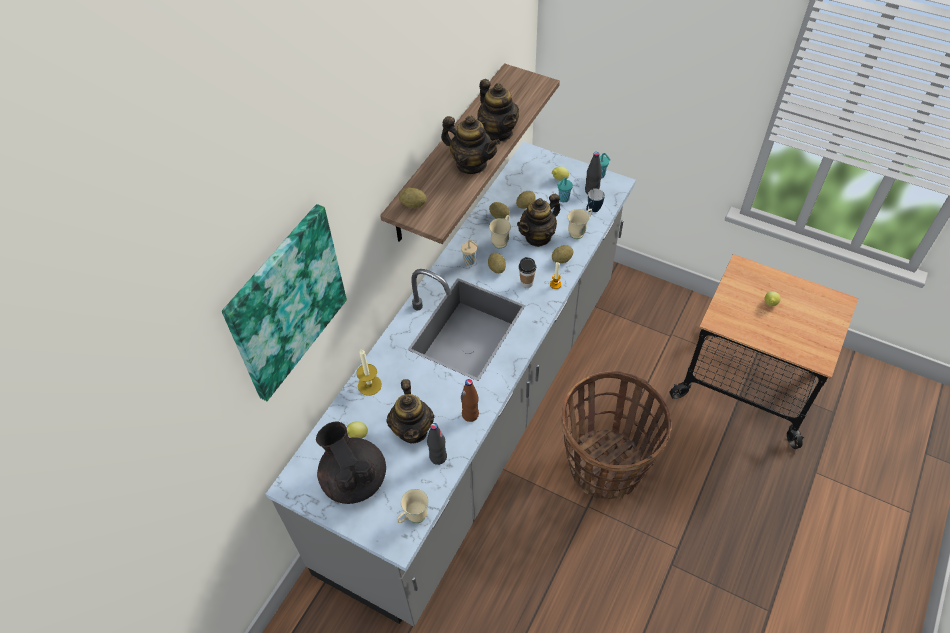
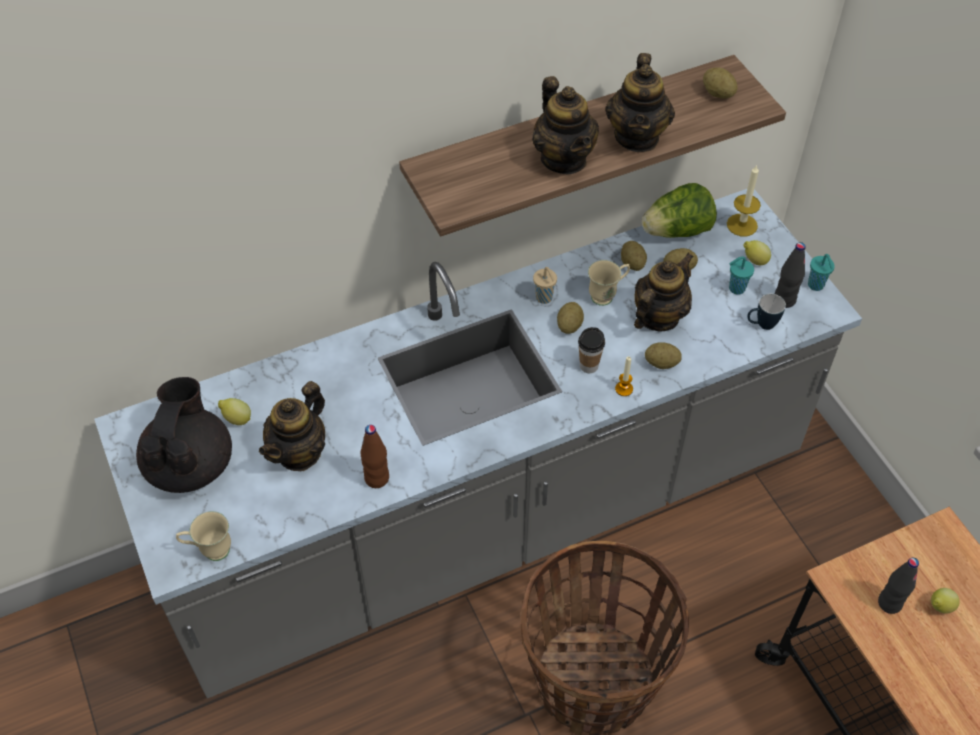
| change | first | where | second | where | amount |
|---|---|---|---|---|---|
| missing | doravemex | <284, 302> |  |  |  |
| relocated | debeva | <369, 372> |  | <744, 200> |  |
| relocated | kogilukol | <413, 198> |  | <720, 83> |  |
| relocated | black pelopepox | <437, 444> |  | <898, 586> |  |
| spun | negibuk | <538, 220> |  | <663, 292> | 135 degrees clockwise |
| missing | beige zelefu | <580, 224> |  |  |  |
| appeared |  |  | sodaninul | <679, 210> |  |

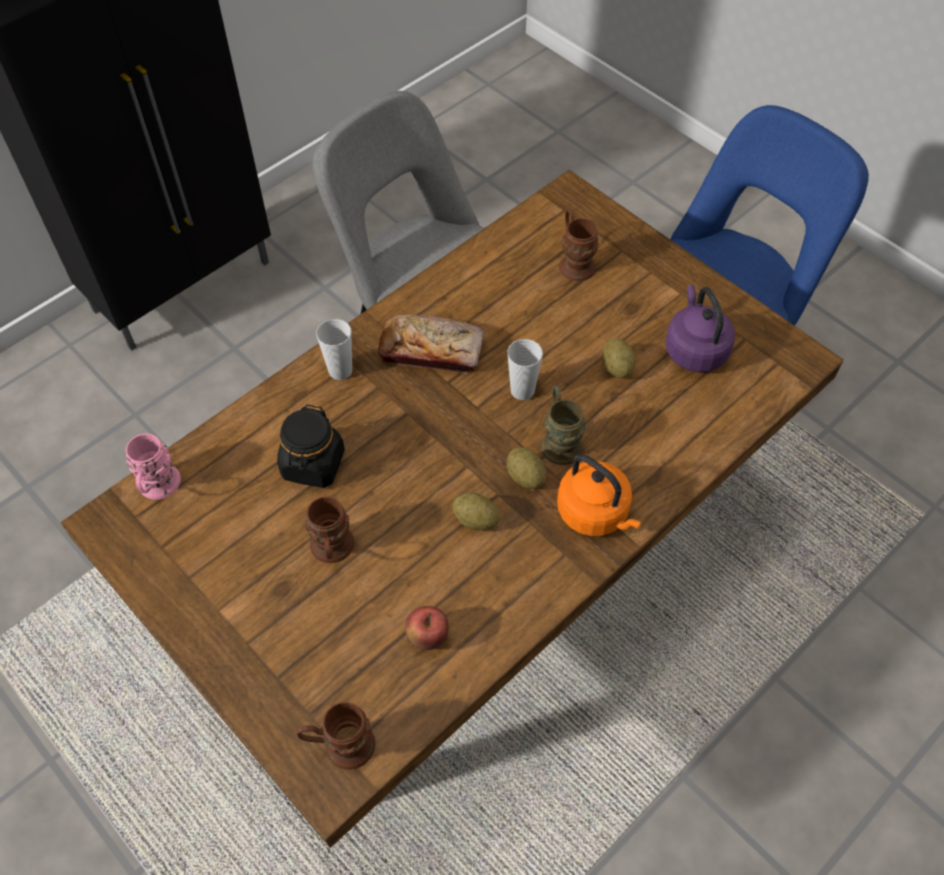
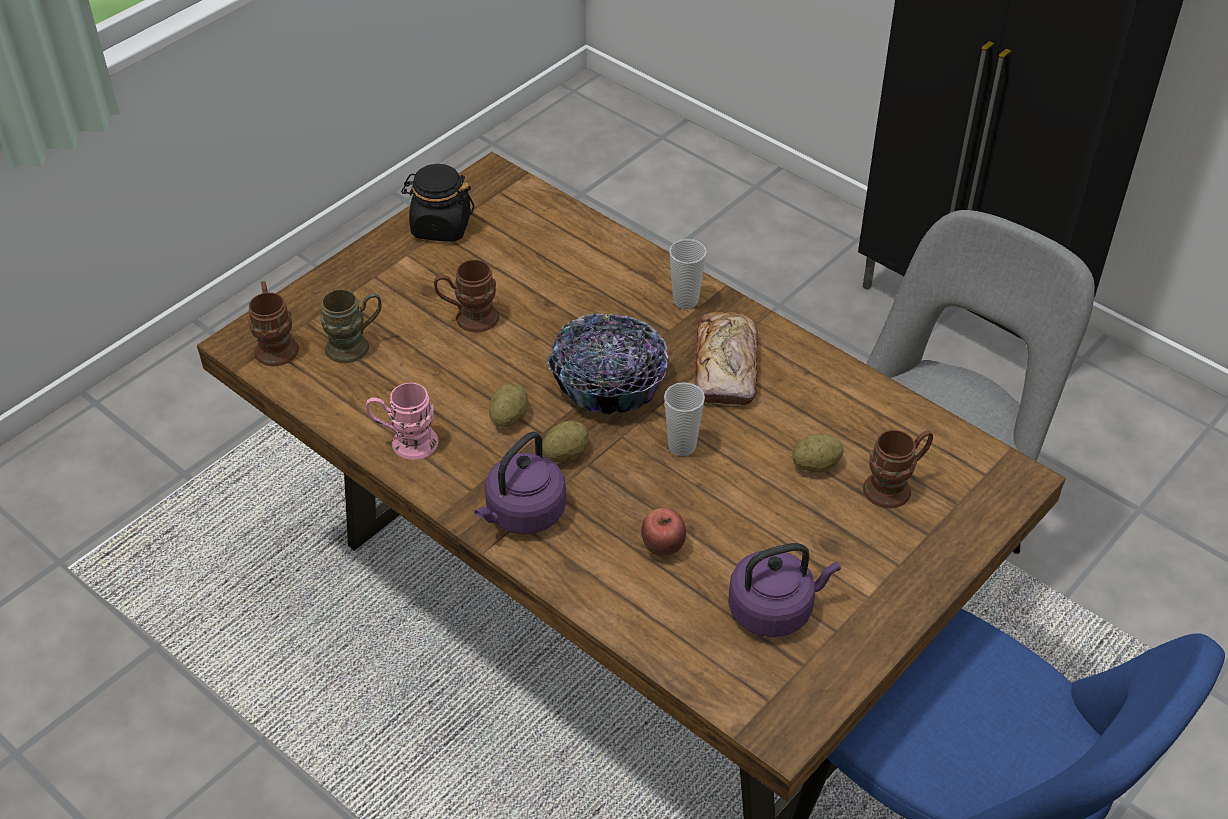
| change | first | where | second | where | amount |
|---|---|---|---|---|---|
| relocated | pink zelefu | <153, 466> |  | <402, 421> |  |
| relocated | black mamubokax | <311, 446> |  | <438, 203> |  |
| relocated | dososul | <427, 628> |  | <663, 532> |  |
| relocated | brown zelefu | <563, 425> |  | <350, 326> |  |
| colour | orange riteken | <599, 495> | purple riteken | <520, 482> |  |
| relocated | kogilukol | <619, 358> |  | <818, 453> |  |
| appeared |  |  | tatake | <607, 364> |  |

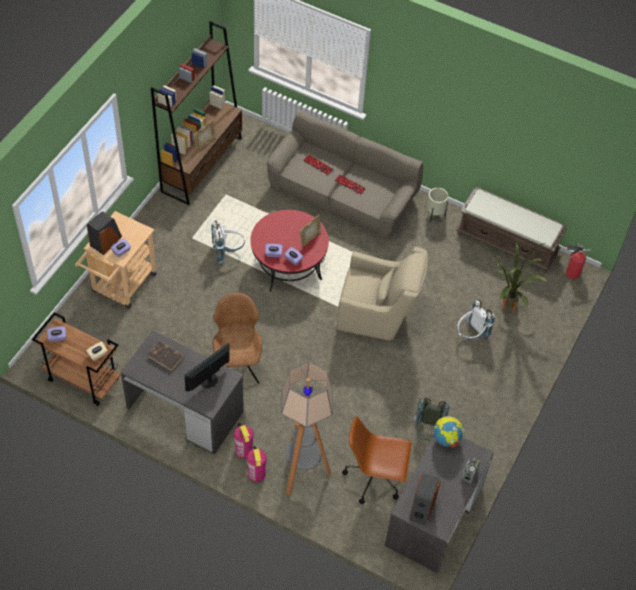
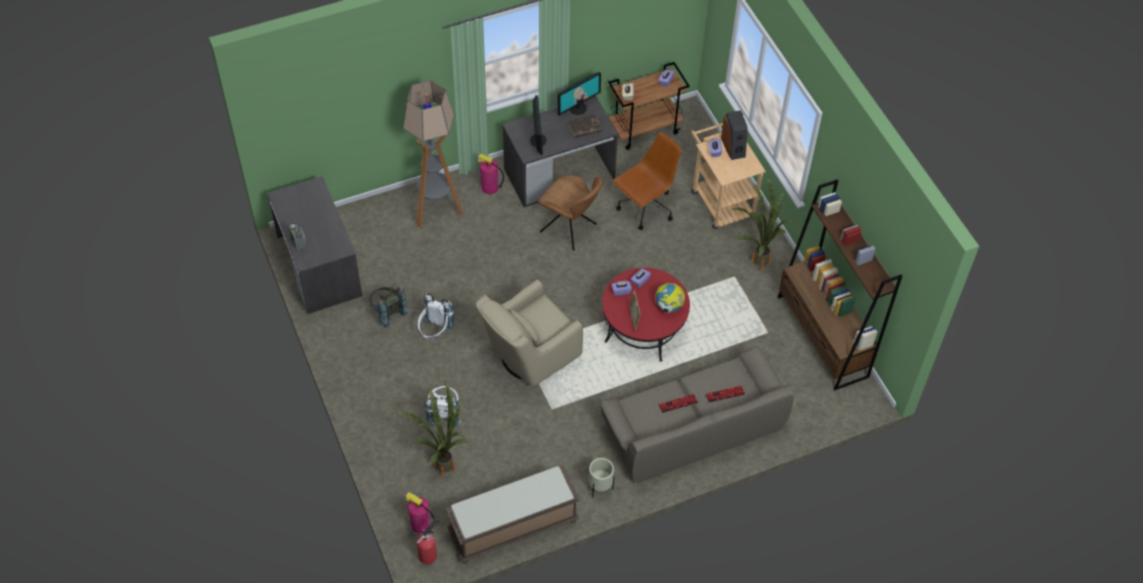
| change | first | where | second | where | amount |
|---|---|---|---|---|---|
| missing | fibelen | <204, 136> |  |  |  |
| relocated | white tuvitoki | <228, 242> |  | <435, 316> |  |
| relocated | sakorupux | <257, 464> |  | <419, 512> |  |
| relocated | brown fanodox | <377, 460> |  | <647, 181> |  |
| missing | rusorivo | <425, 499> |  |  |  |
| relocated | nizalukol | <449, 431> |  | <670, 298> |  |
| appeared |  |  | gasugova | <579, 93> |  |
| appeared |  |  | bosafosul | <763, 223> |  |

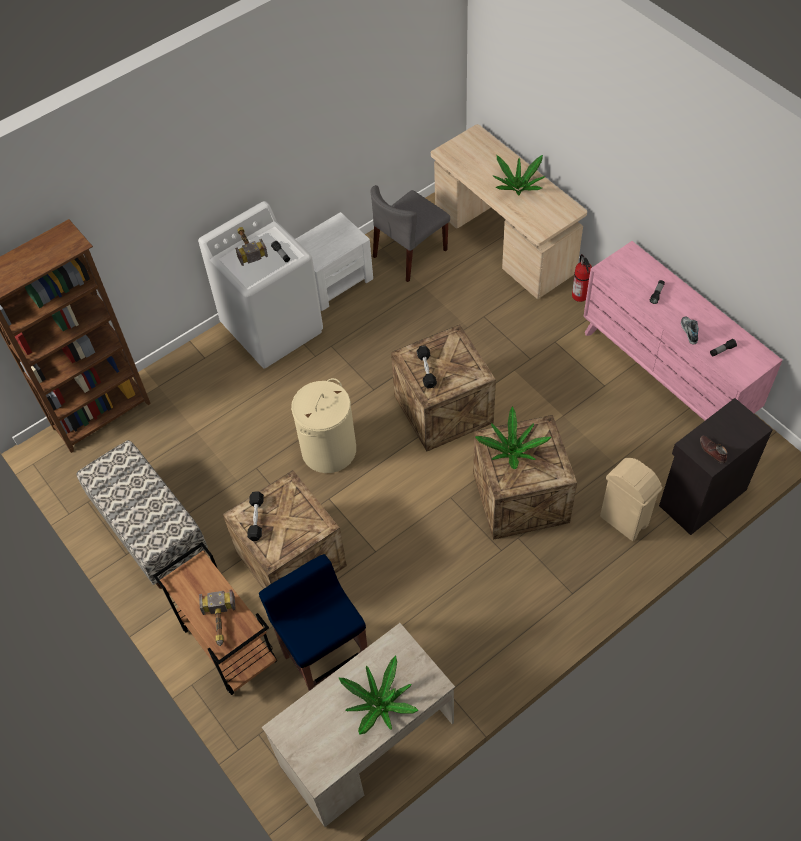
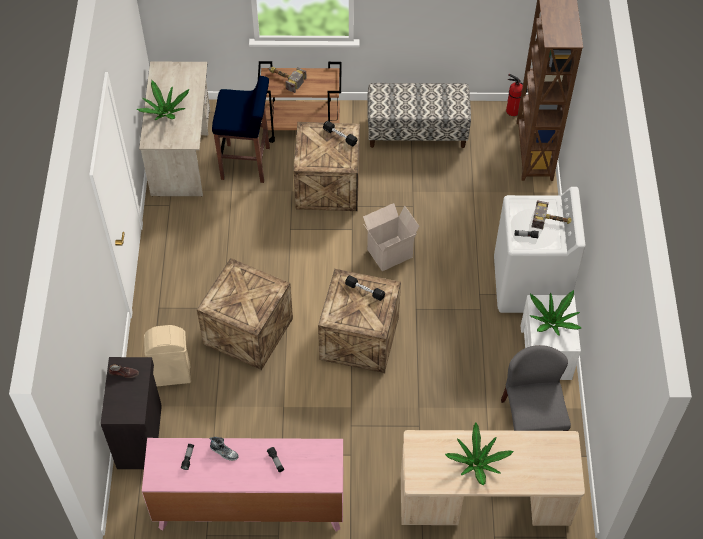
| change | first | where | second | where | amount |
|---|---|---|---|---|---|
| exchanged | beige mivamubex | <323, 425> | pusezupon | <391, 237> |  |
| relocated | bosafosul | <513, 437> |  | <555, 313> |  |
| relocated | sakorupux | <582, 278> |  | <517, 95> |  |

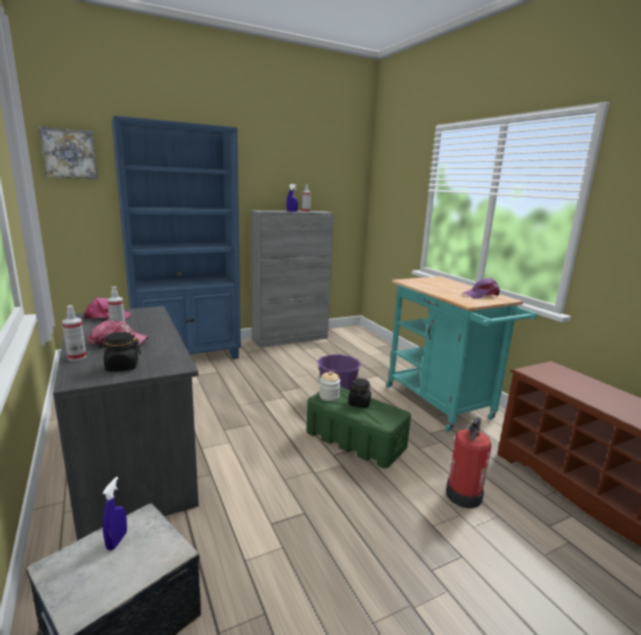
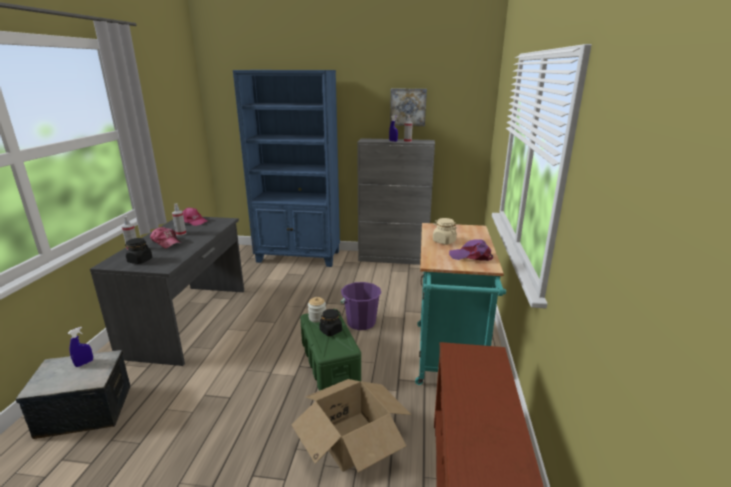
| change | first | where | second | where | amount |
|---|---|---|---|---|---|
| relocated | doravemex | <68, 153> |  | <408, 107> |  |
| exchanged | sakorupux | <469, 463> | pusezupon | <351, 426> |  |
| appeared |  |  | beige mamubokax | <445, 231> |  |

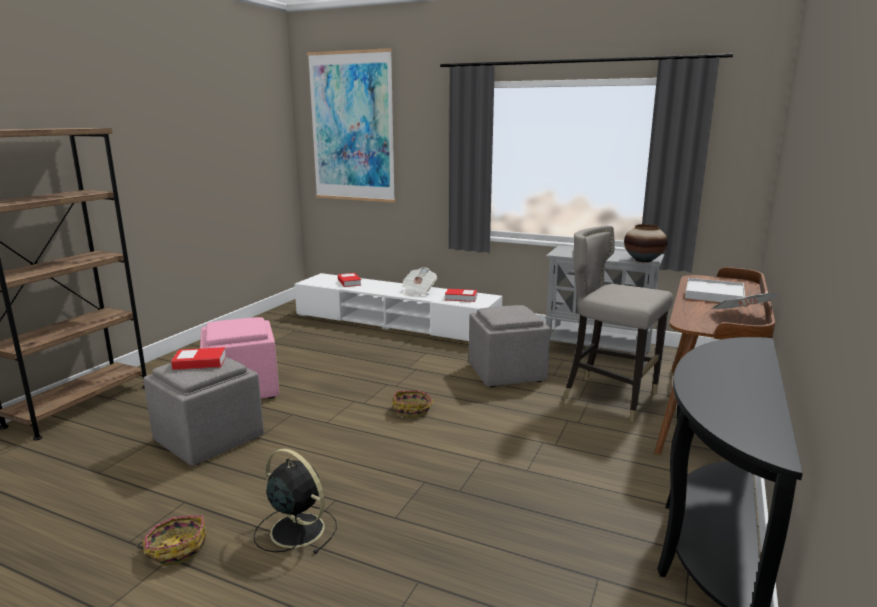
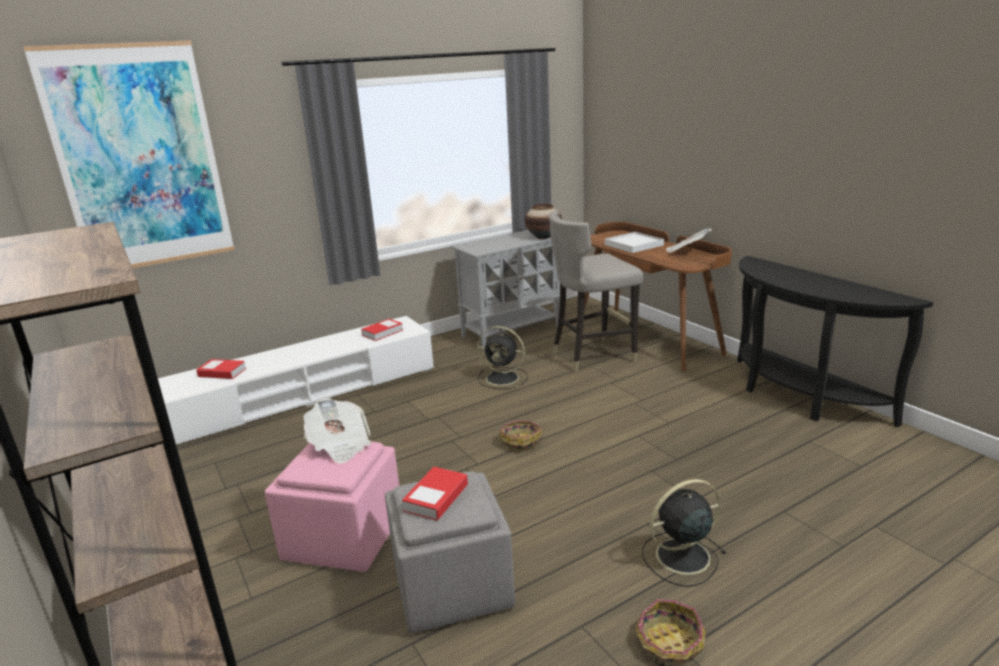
| change | first | where | second | where | amount |
|---|---|---|---|---|---|
| relocated | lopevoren | <419, 282> |  | <337, 431> |  |
| exchanged | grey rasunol | <509, 346> | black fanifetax | <502, 357> |  |

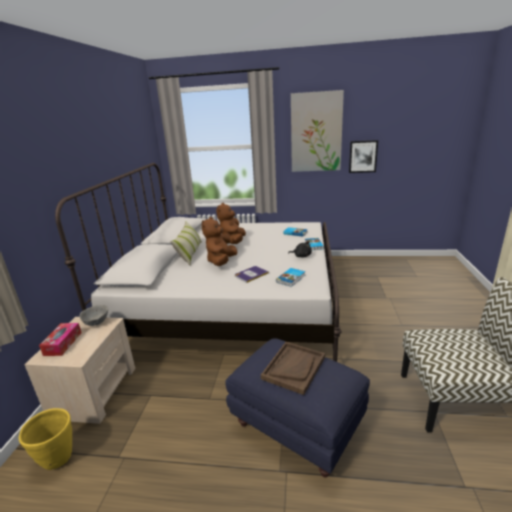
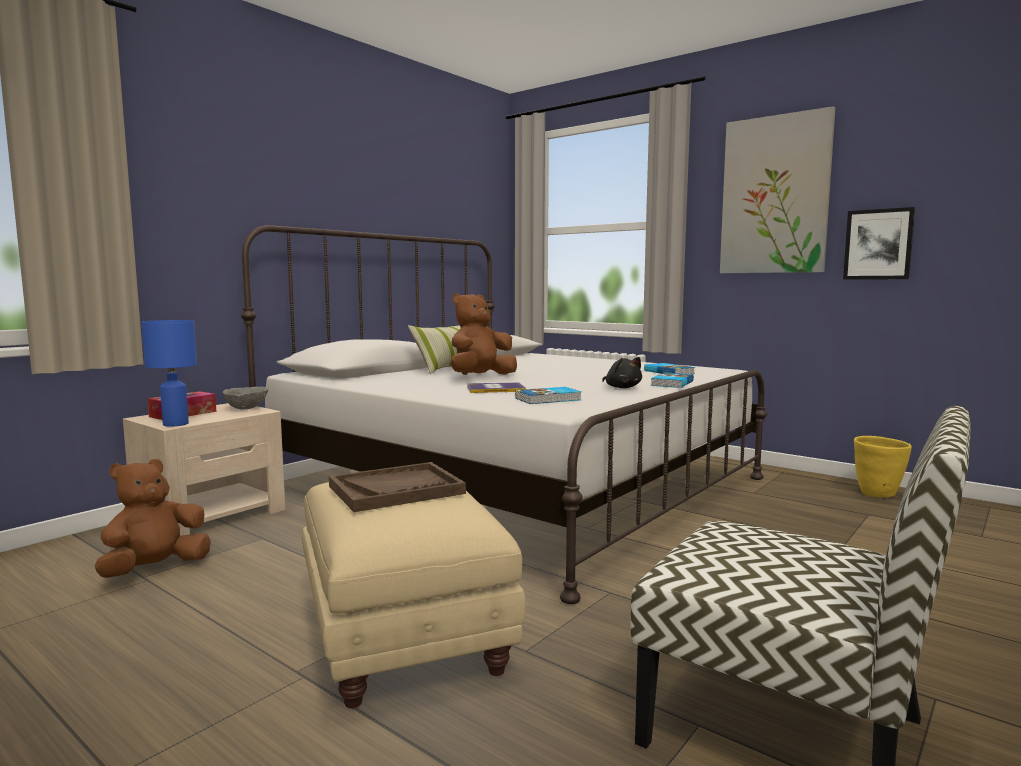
| change | first | where | second | where | amount |
|---|---|---|---|---|---|
| relocated | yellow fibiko | <45, 439> |  | <883, 466> |  |
| relocated | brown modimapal | <231, 223> |  | <153, 518> |  |
| colour | blue rasunol | <297, 407> | beige rasunol | <414, 595> |  |
| appeared |  |  | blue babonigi | <169, 373> |  |

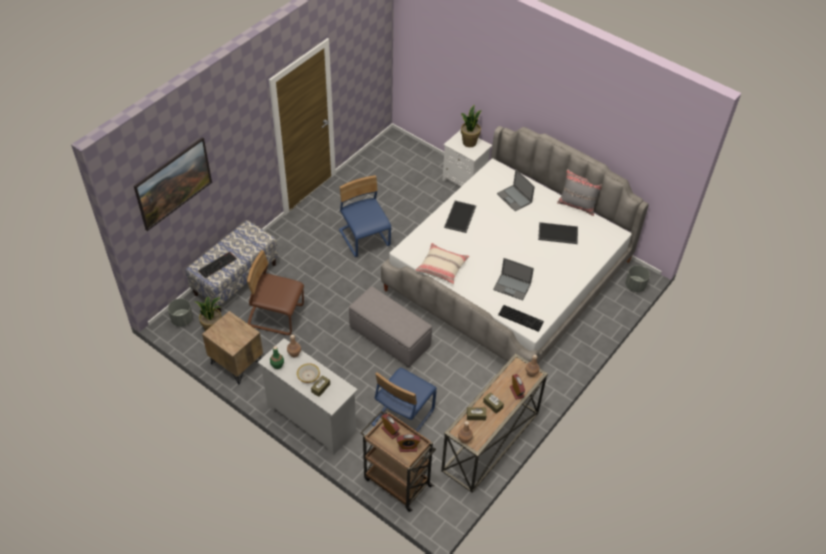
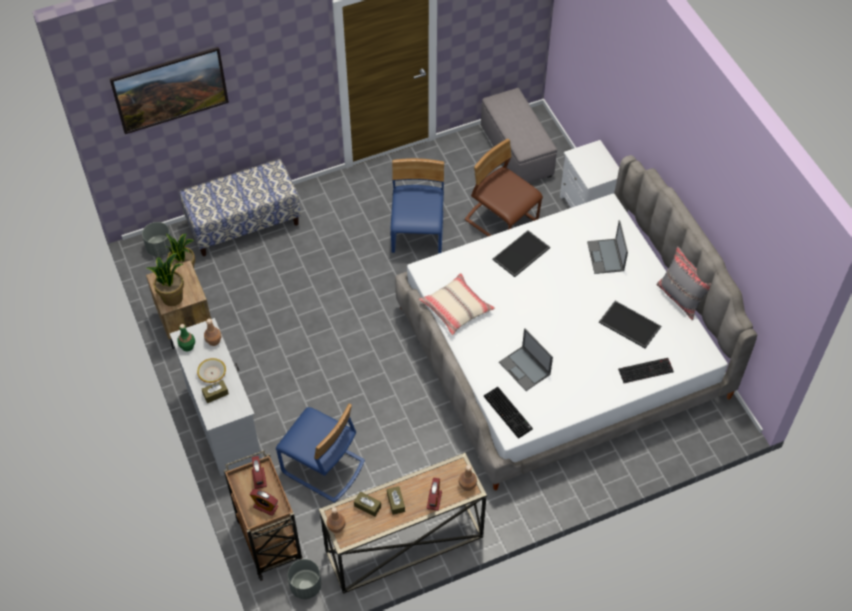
| change | first | where | second | where | amount |
|---|---|---|---|---|---|
| relocated | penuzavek | <217, 265> |  | <646, 370> |  |
| relocated | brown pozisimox | <275, 292> |  | <504, 187> |  |
| relocated | grey rasunol | <390, 327> |  | <519, 135> |  |
| spun | blue pozisimox | <404, 400> |  | <320, 453> | 120 degrees counterclockwise |
| relocated | bosafosul | <471, 126> |  | <165, 279> |  |
| relocated | grey fibiko | <637, 278> |  | <305, 579> |  |

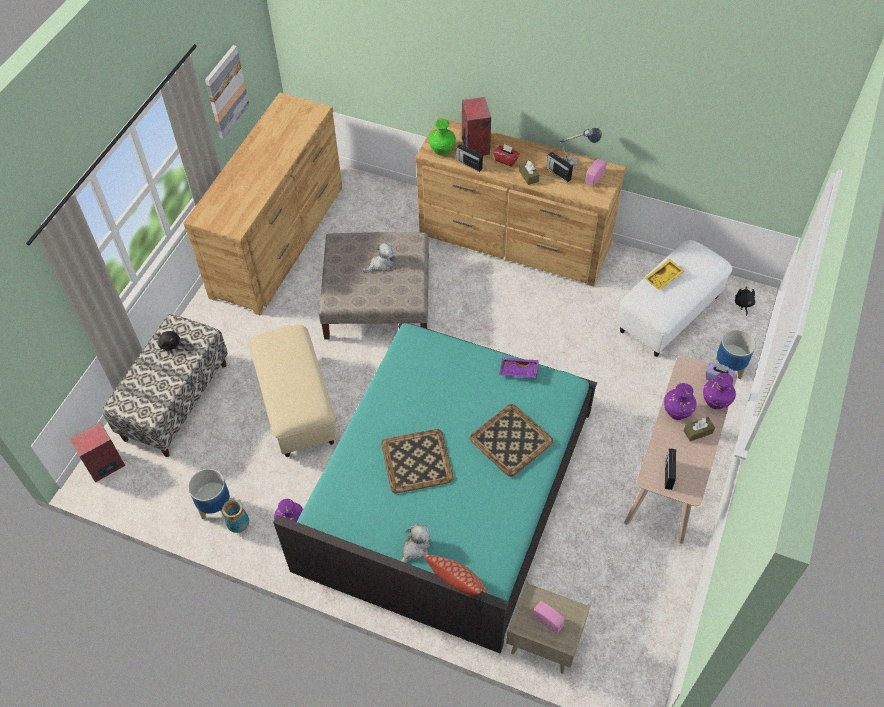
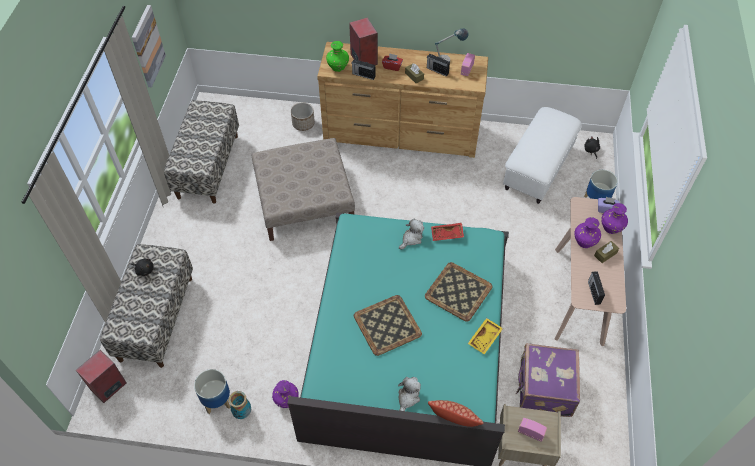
| change | first | where | second | where | amount |
|---|---|---|---|---|---|
| exchanged | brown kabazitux | <262, 204> | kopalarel | <201, 151> |  |
| missing | beige rasunol | <292, 391> |  |  |  |
| relocated | modimapal | <378, 257> |  | <411, 234> |  |
| colour | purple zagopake | <519, 368> | red zagopake | <447, 232> |  |
| relocated | yellow zagopake | <664, 274> |  | <485, 336> |  |
| appeared |  |  | fibiko | <303, 116> |  |
| appeared |  |  | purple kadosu | <548, 380> |  |

